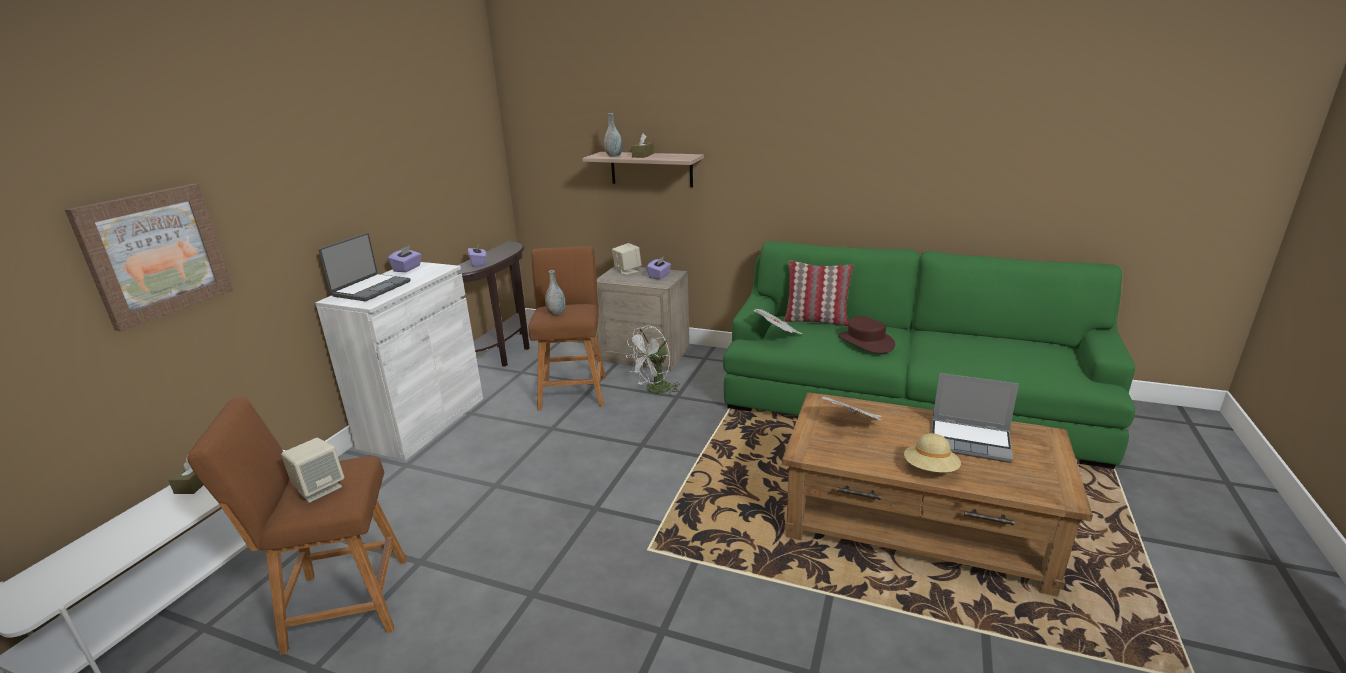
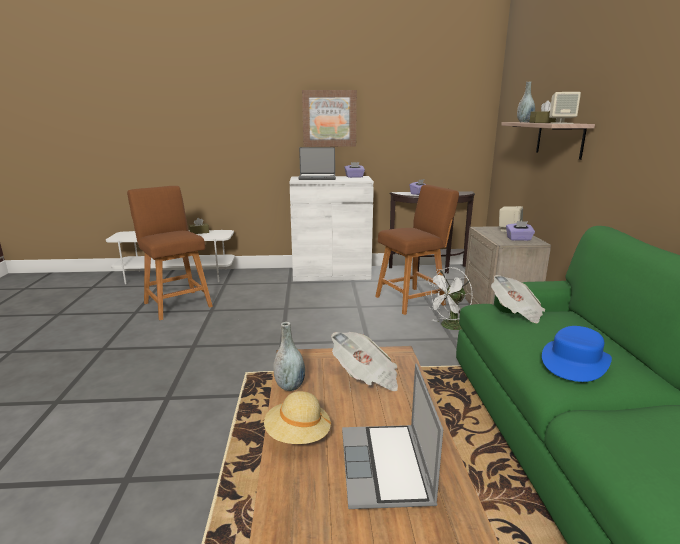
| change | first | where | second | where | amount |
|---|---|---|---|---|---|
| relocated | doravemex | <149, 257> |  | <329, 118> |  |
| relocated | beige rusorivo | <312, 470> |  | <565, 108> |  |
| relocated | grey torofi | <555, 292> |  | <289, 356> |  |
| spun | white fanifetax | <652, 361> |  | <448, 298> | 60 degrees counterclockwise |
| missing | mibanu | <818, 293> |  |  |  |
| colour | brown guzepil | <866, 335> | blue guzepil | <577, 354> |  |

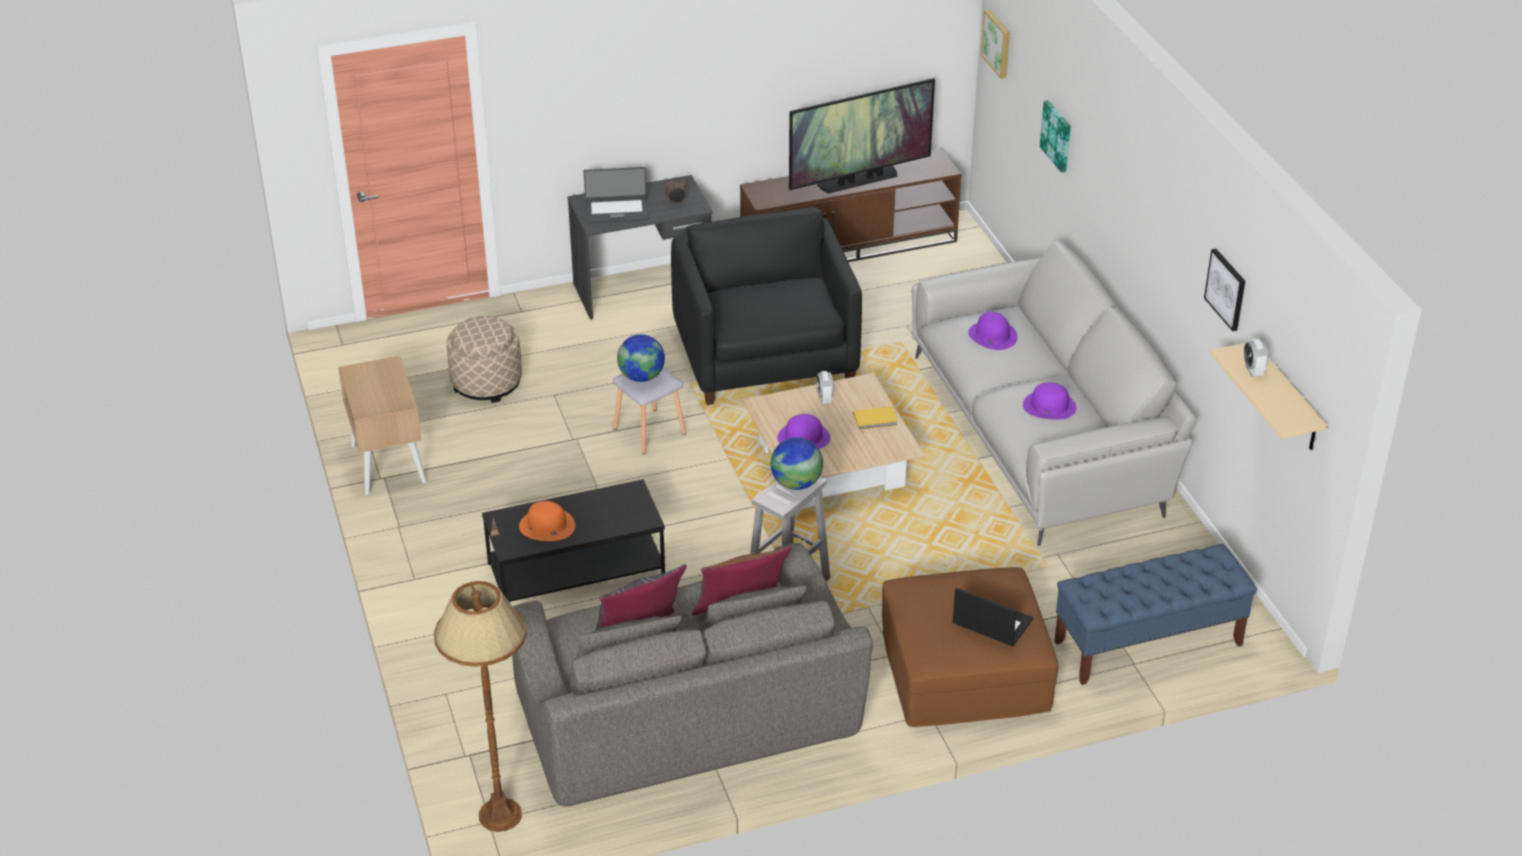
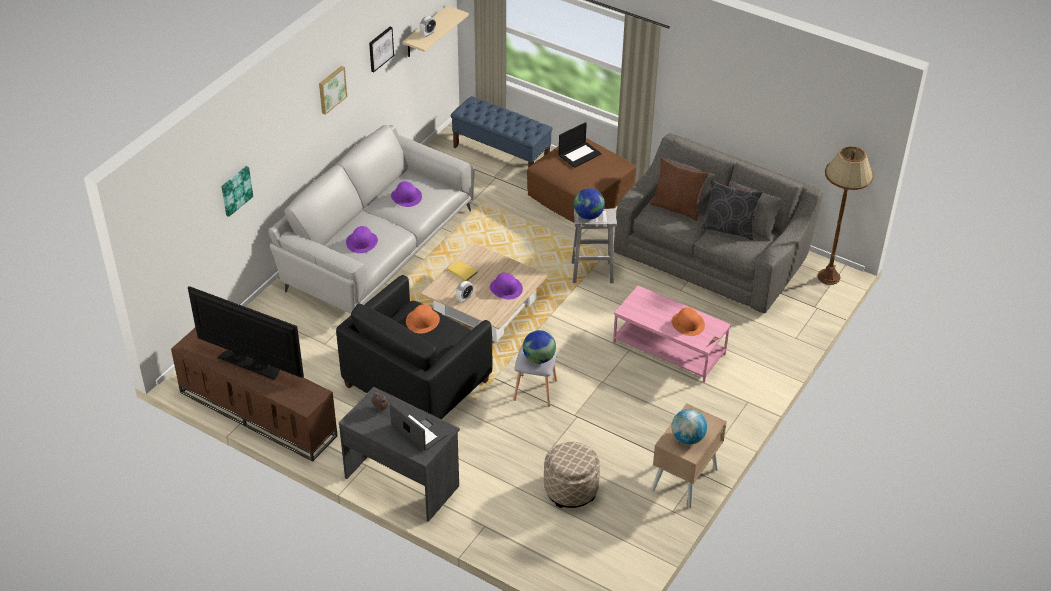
| change | first | where | second | where | amount |
|---|---|---|---|---|---|
| colour | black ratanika | <573, 540> | pink ratanika | <672, 334> |  |
| spun | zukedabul | <993, 617> |  | <580, 145> | 120 degrees counterclockwise |
| relocated | doravemex | <995, 44> |  | <333, 90> |  |
| appeared |  |  | orange guzepil | <423, 319> |  |
| appeared |  |  | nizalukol | <689, 427> |  |

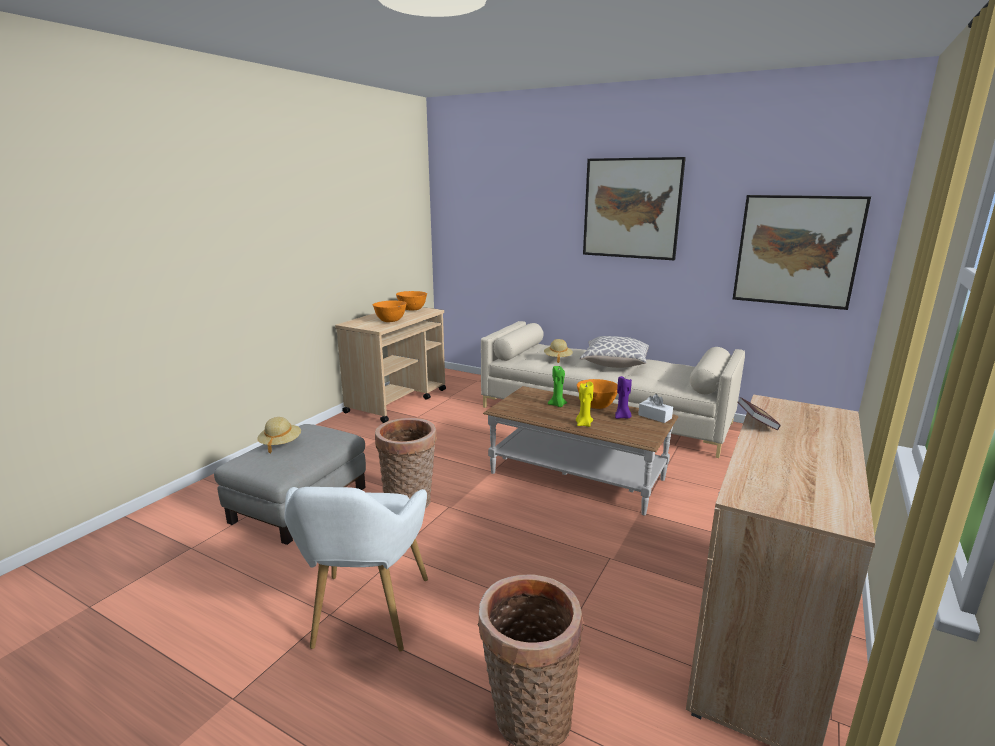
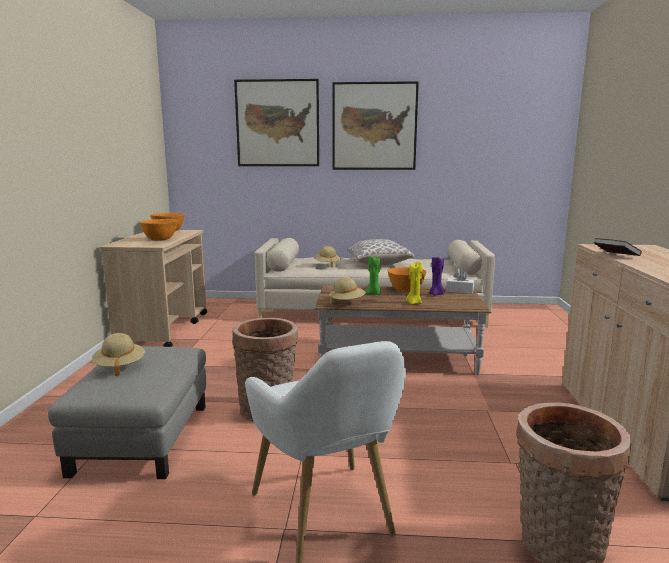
| change | first | where | second | where | amount |
|---|---|---|---|---|---|
| relocated | doravemex | <802, 252> |  | <276, 122> |  |
| appeared |  |  | beige guzepil | <347, 290> |  |

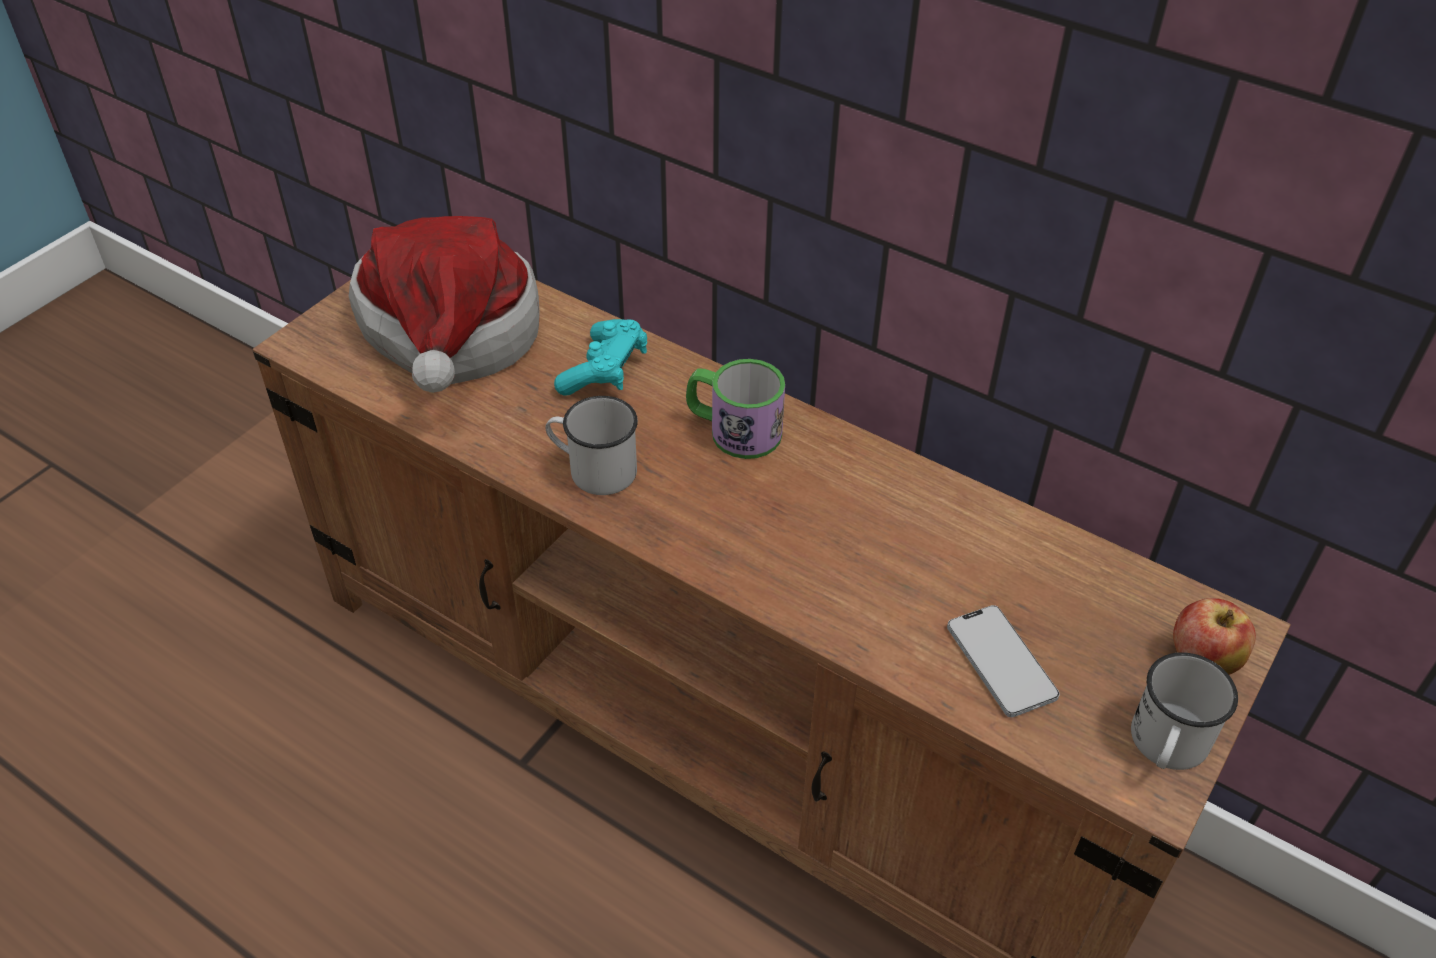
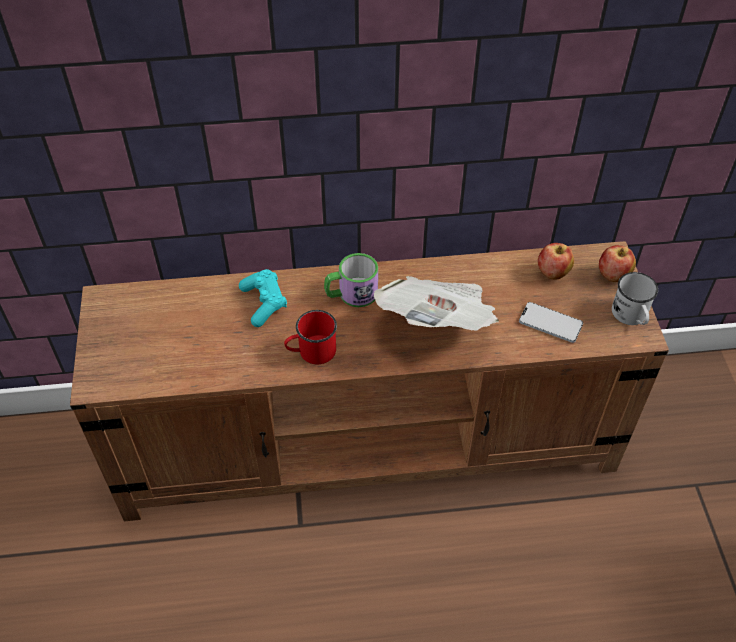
| change | first | where | second | where | amount |
|---|---|---|---|---|---|
| missing | guzepil | <444, 304> |  |  |  |
| colour | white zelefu | <591, 445> | red zelefu | <310, 337> |  |
| appeared |  |  | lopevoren | <436, 303> |  |
| appeared |  |  | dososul | <556, 261> |  |

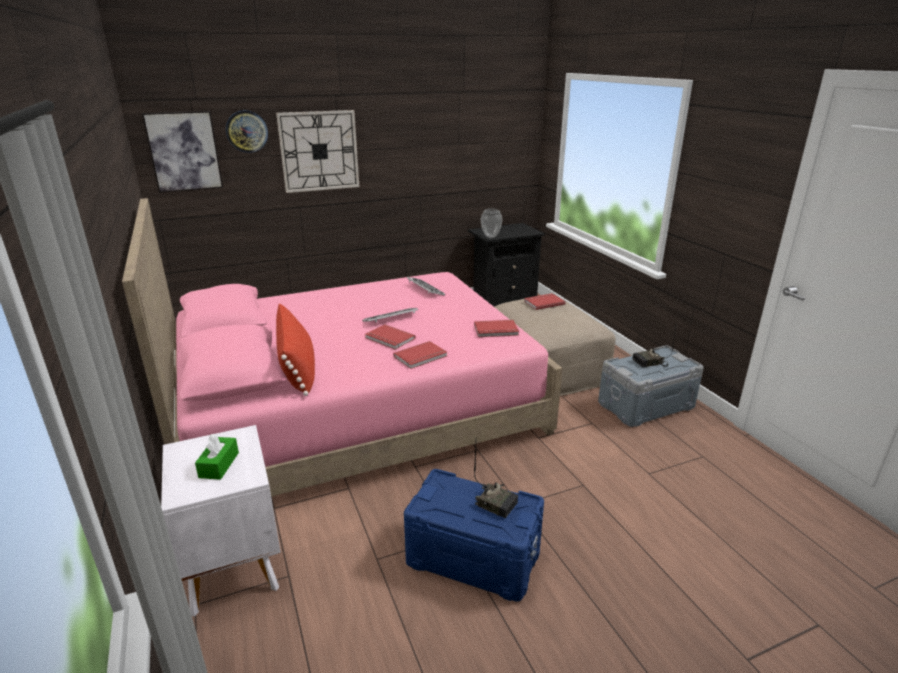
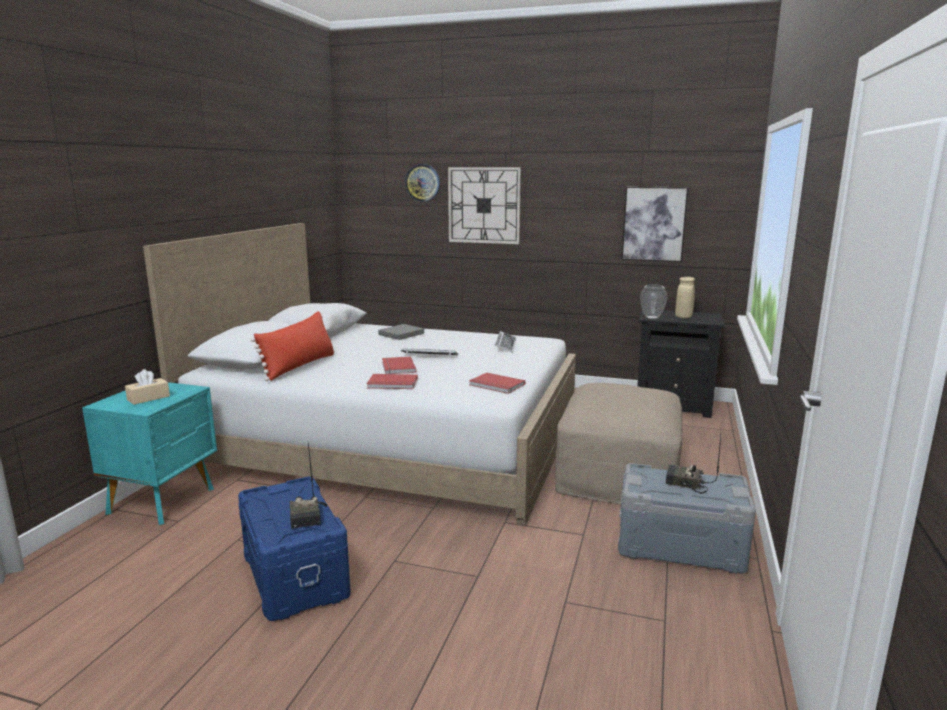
| change | first | where | second | where | amount |
|---|---|---|---|---|---|
| colour | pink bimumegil | <342, 347> | white bimumegil | <359, 374> |  |
| relocated | doravemex | <182, 152> |  | <655, 224> |  |
| colour | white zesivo | <221, 521> | turquoise zesivo | <149, 453> |  |
| colour | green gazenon | <217, 457> | beige gazenon | <147, 387> |  |
| missing | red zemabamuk | <544, 301> |  |  |  |
| appeared |  |  | grey zemabamuk | <401, 332> |  |
| appeared |  |  | beige torofi | <685, 297> |  |

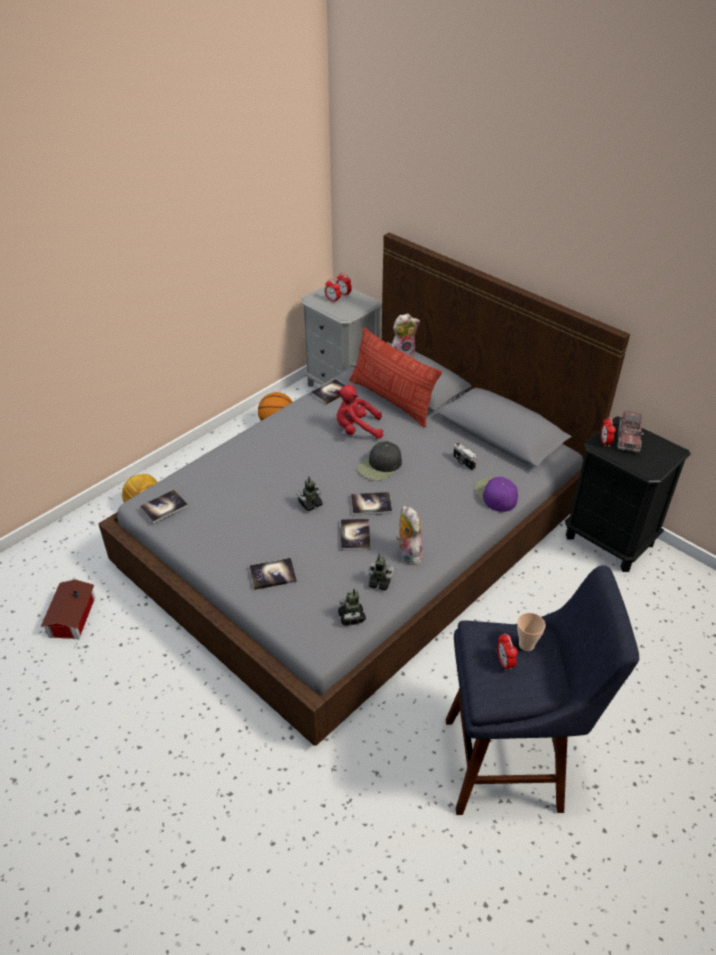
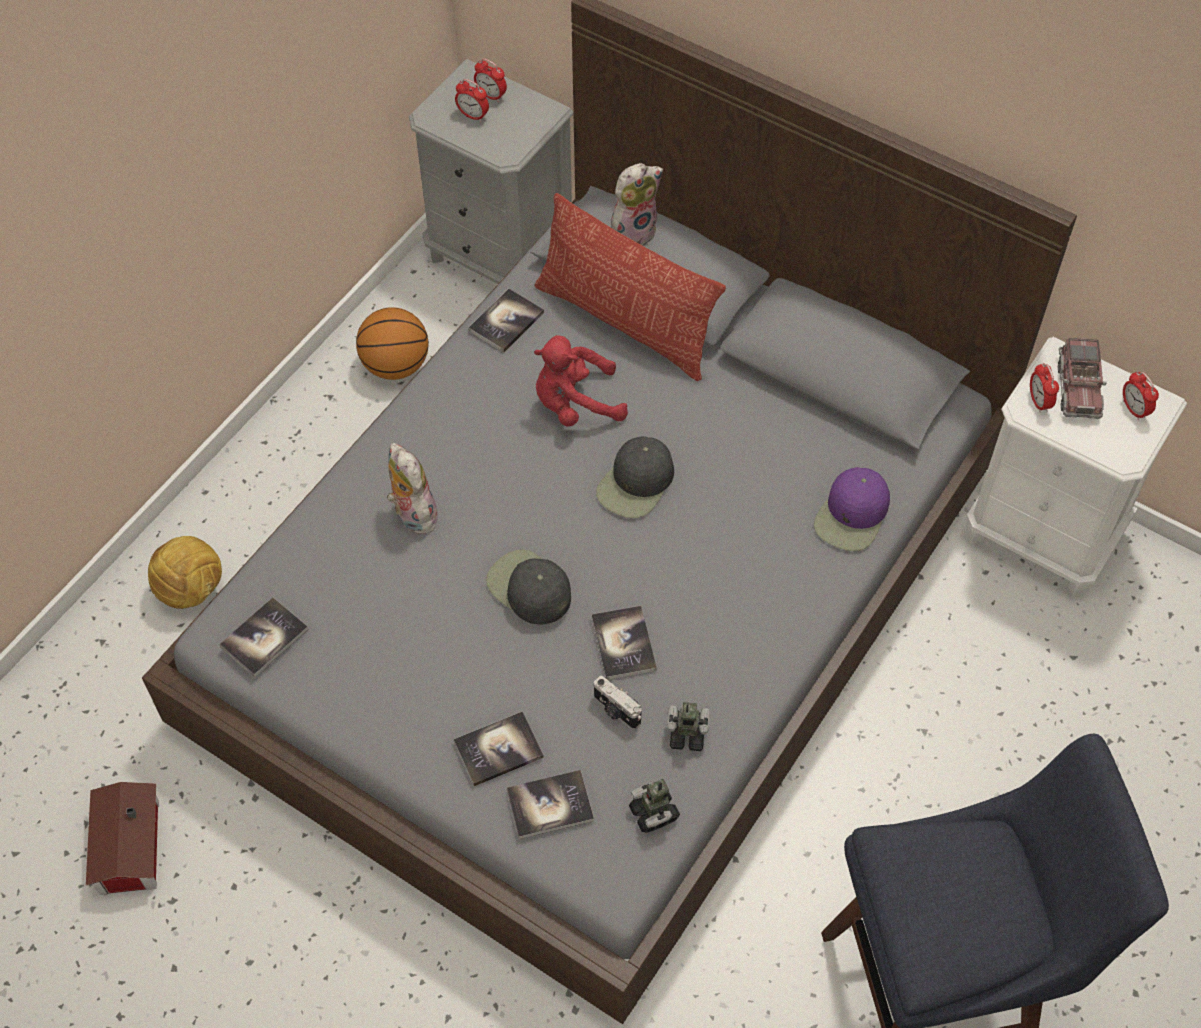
| change | first | where | second | where | amount |
|---|---|---|---|---|---|
| exchanged | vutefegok | <310, 493> | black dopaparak | <528, 586> |  |
| relocated | zemabamuk | <371, 504> |  | <550, 804> |  |
| relocated | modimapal | <409, 535> |  | <412, 488> |  |
| relocated | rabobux | <465, 457> |  | <618, 702> |  |
| spun | purple dopaparak | <496, 494> |  | <852, 509> | 120 degrees counterclockwise |
| relocated | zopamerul | <507, 652> |  | <1141, 395> |  |
| missing | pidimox | <531, 632> |  |  |  |
| colour | black zesivo | <628, 494> | white zesivo | <1076, 467> |  |

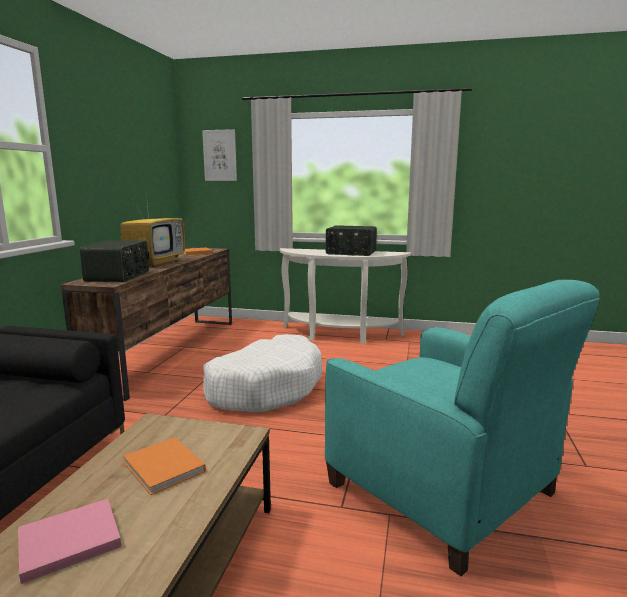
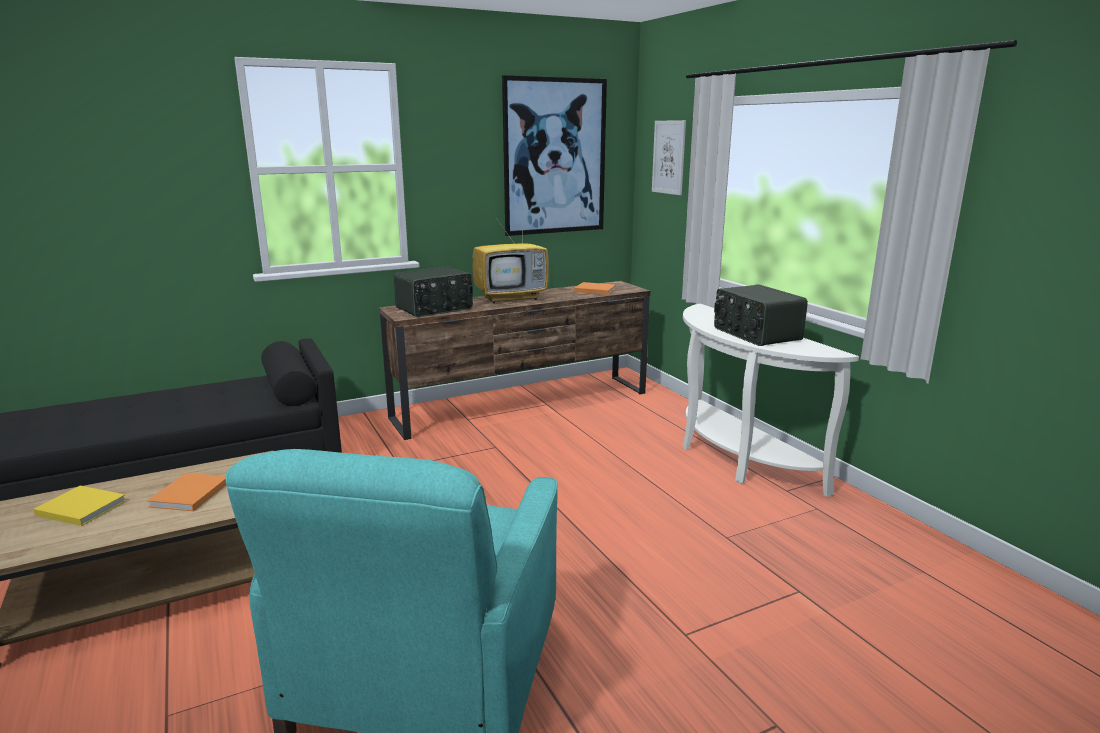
| change | first | where | second | where | amount |
|---|---|---|---|---|---|
| colour | pink zemabamuk | <69, 541> | yellow zemabamuk | <79, 506> |  |
| missing | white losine | <262, 373> |  |  |  |
| appeared |  |  | doravemex | <554, 155> |  |

